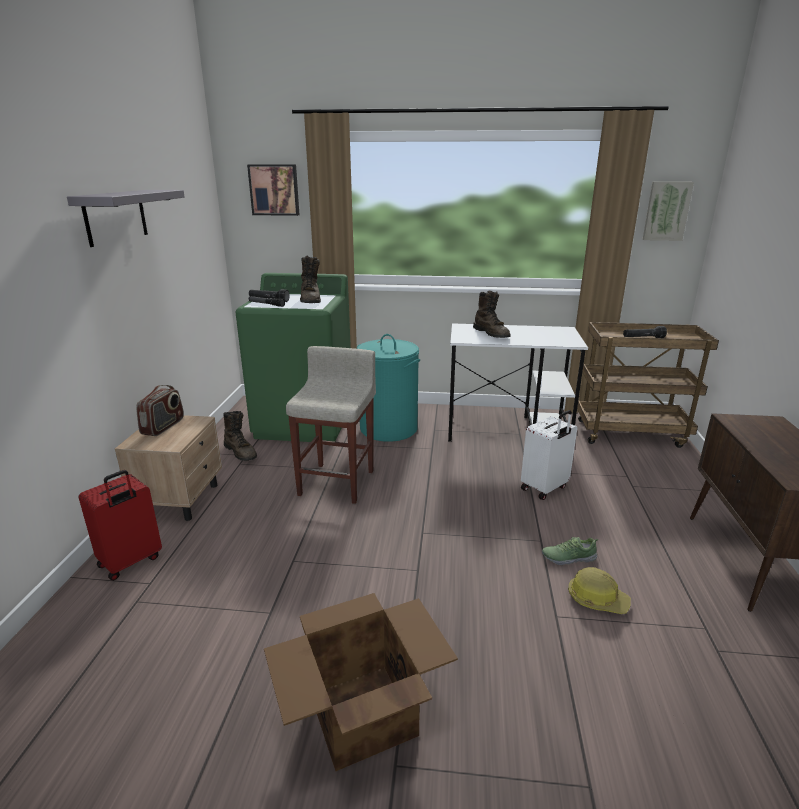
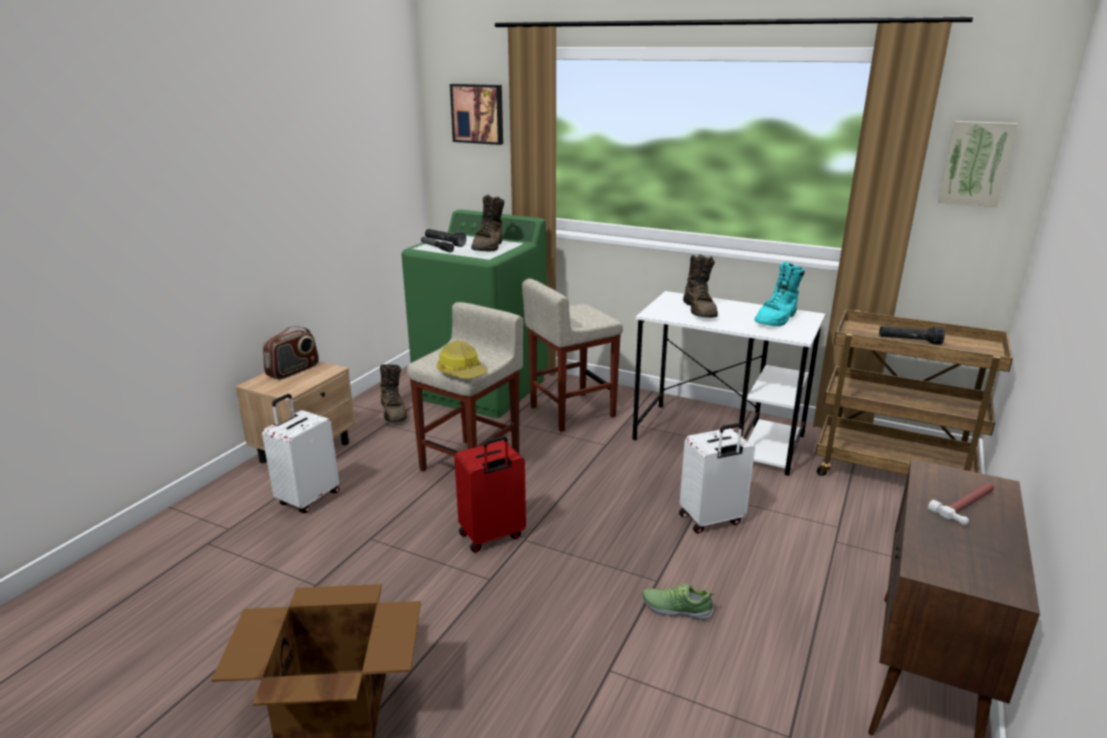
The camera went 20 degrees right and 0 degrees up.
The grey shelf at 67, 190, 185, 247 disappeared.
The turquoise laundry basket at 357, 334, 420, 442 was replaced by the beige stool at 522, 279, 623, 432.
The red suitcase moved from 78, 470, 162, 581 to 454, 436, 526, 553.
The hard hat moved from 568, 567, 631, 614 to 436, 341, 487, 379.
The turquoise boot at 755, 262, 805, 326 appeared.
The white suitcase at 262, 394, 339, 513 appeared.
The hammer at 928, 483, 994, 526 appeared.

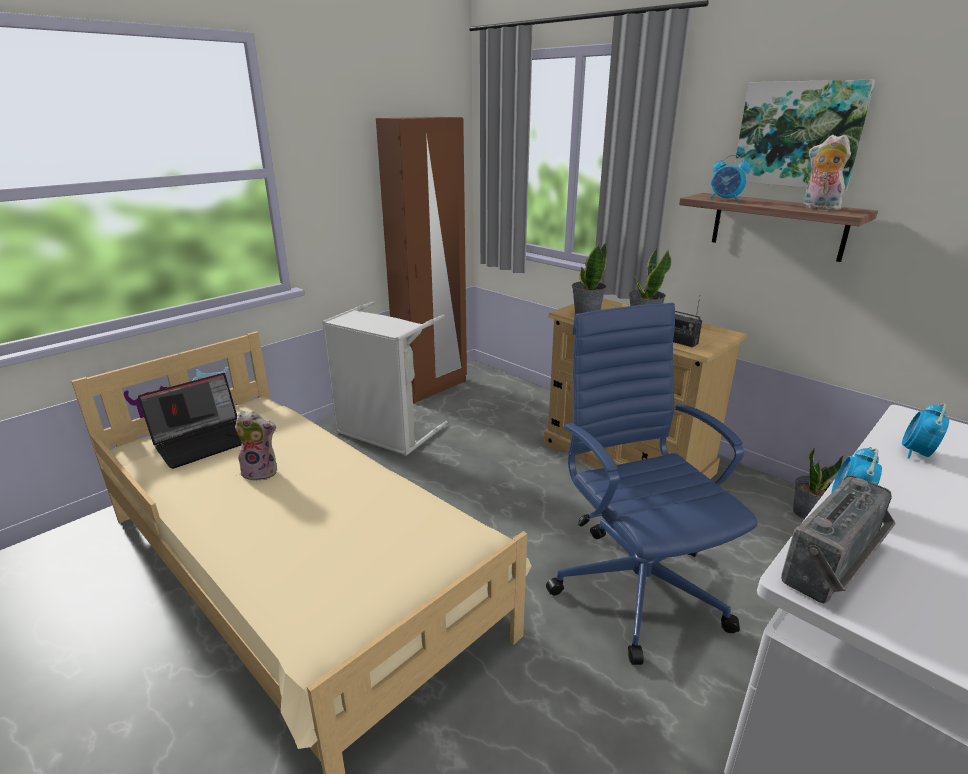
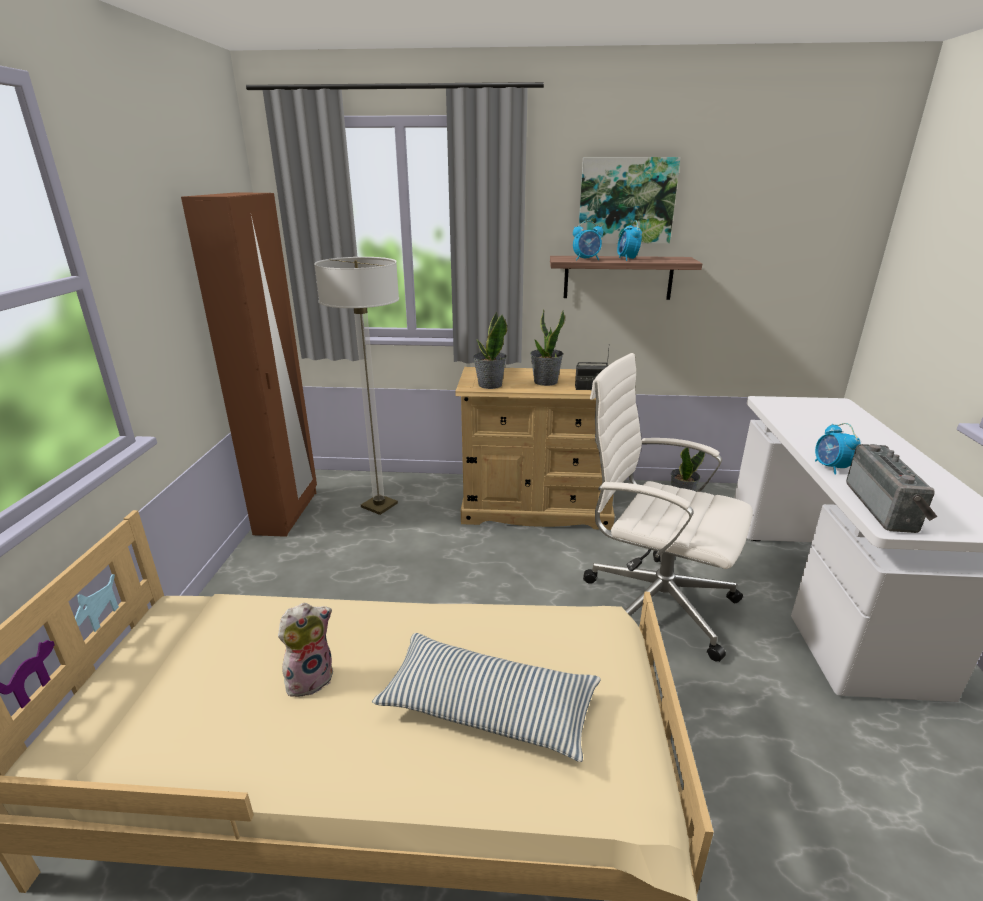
The camera went 40 degrees left and 0 degrees up.
The plush toy at 804, 135, 851, 210 disappeared.
The grey laundry basket at 322, 301, 448, 456 disappeared.
The blue office chair at 546, 303, 758, 665 became the white office chair at 583, 353, 753, 662.
The laptop at 138, 373, 242, 469 disappeared.
The alarm clock moved from 902, 404, 949, 459 to 617, 220, 642, 261.
The floor lamp at 314, 257, 399, 515 appeared.
The pillow at 372, 633, 601, 762 appeared.

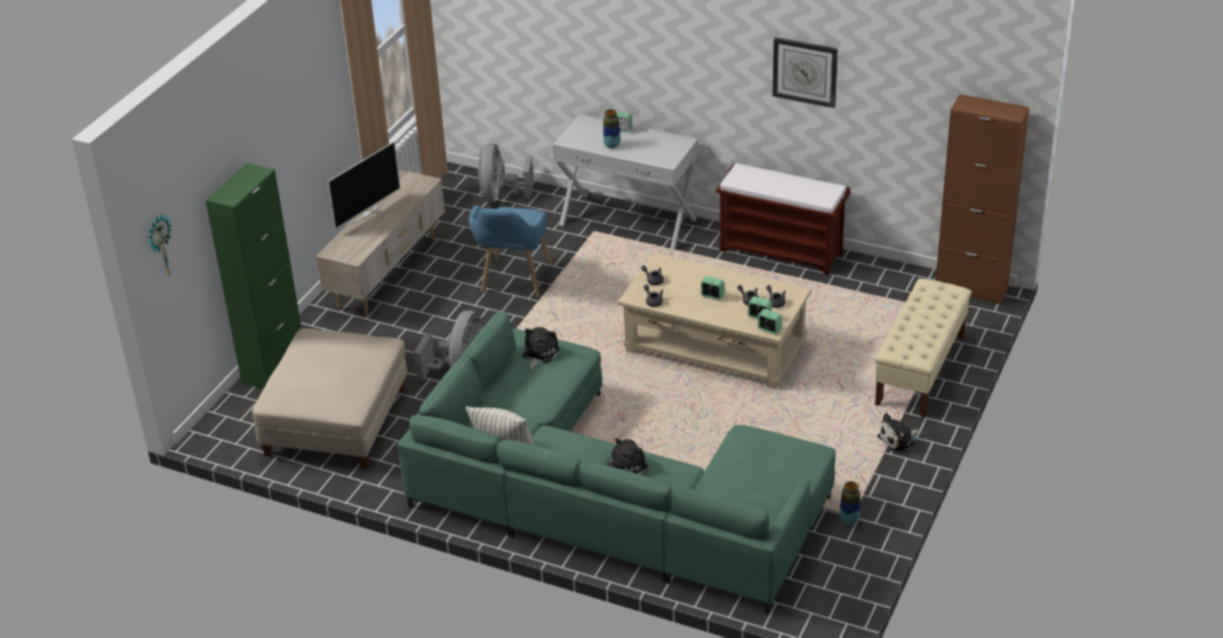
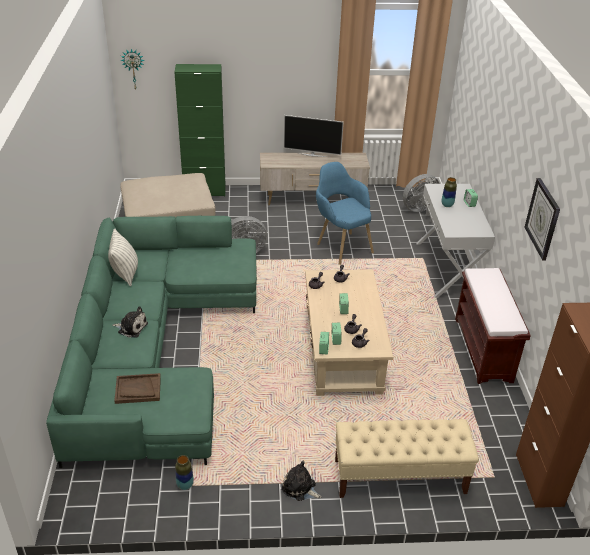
The camera went 60 degrees right and 0 degrees up.
The blue armchair at 469, 206, 552, 297 turned 75 degrees clockwise.
The plush toy at 522, 327, 559, 370 disappeared.
The brown tray at 114, 373, 161, 404 appeared.

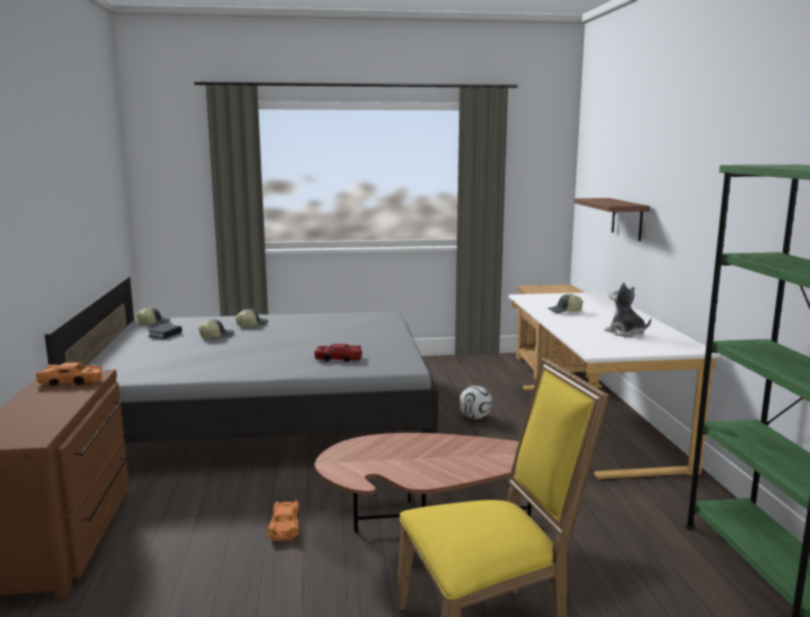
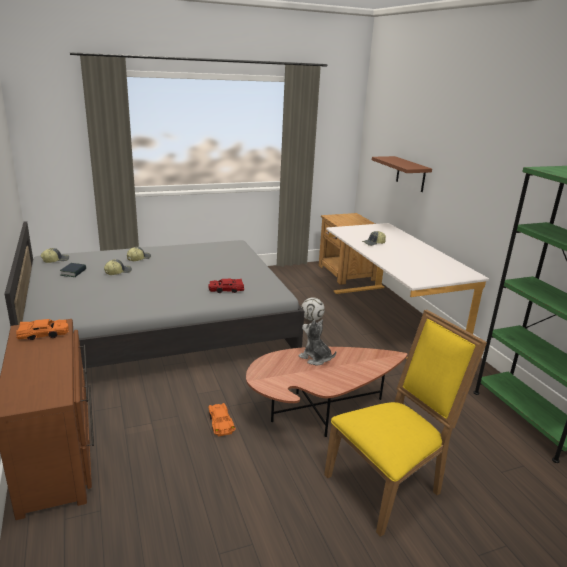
The camera went 15 degrees left and 10 degrees up.
The plush toy moved from 604, 282, 651, 337 to 298, 319, 336, 365.

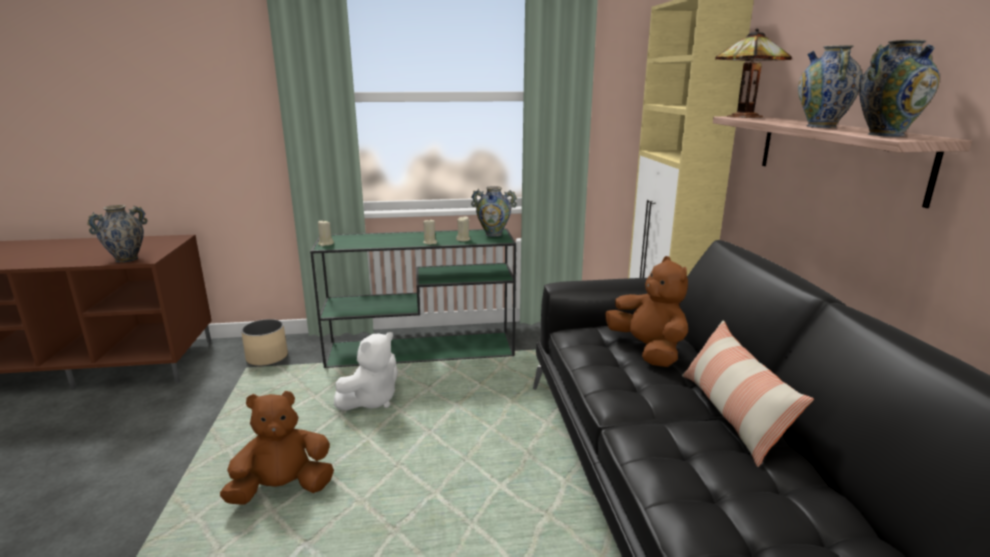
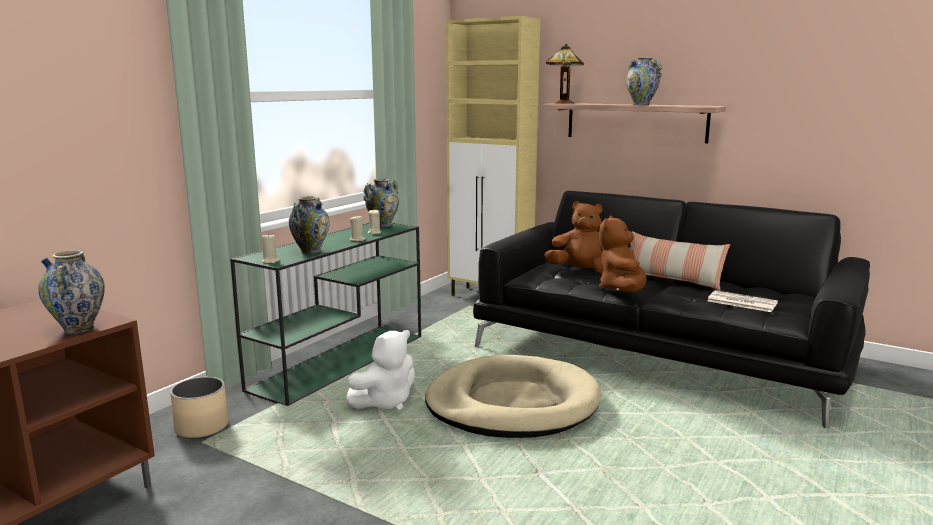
The camera went 50 degrees left and 5 degrees down.
The vase moved from 859, 40, 940, 137 to 289, 196, 330, 254.
The white plush toy at 334, 332, 398, 411 turned 60 degrees clockwise.
The brown plush toy moved from 220, 391, 334, 505 to 599, 216, 647, 292.
The newspaper at 707, 290, 778, 312 appeared.
The beige dog bed at 425, 355, 601, 438 appeared.

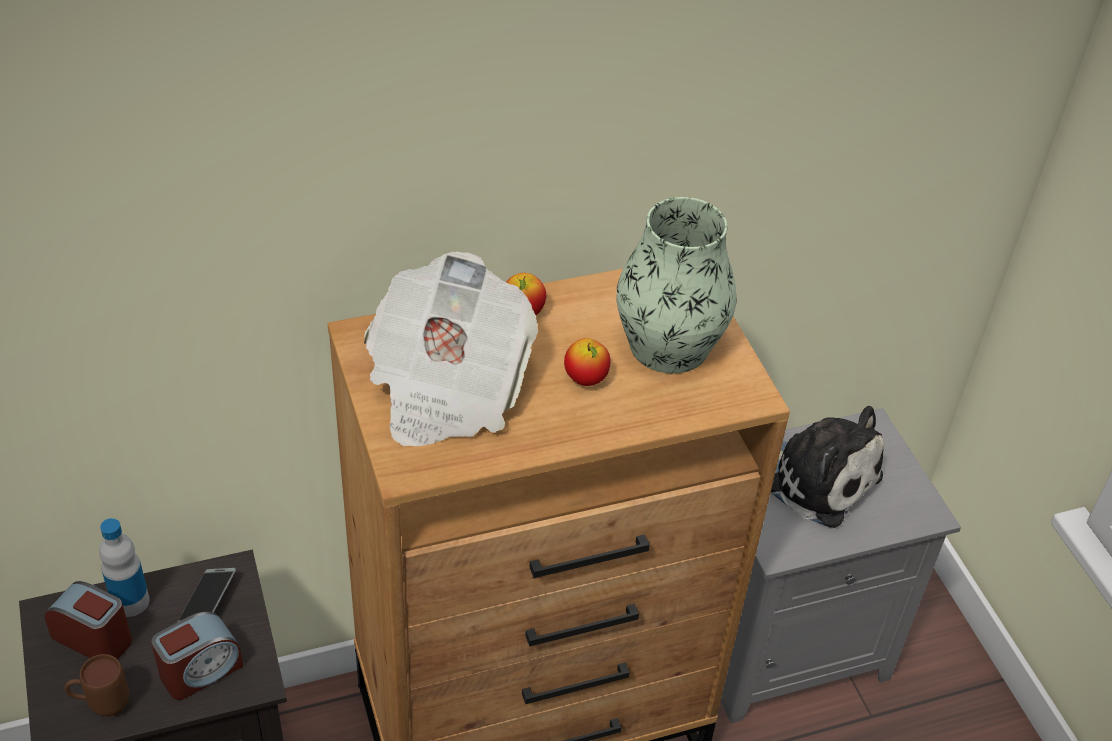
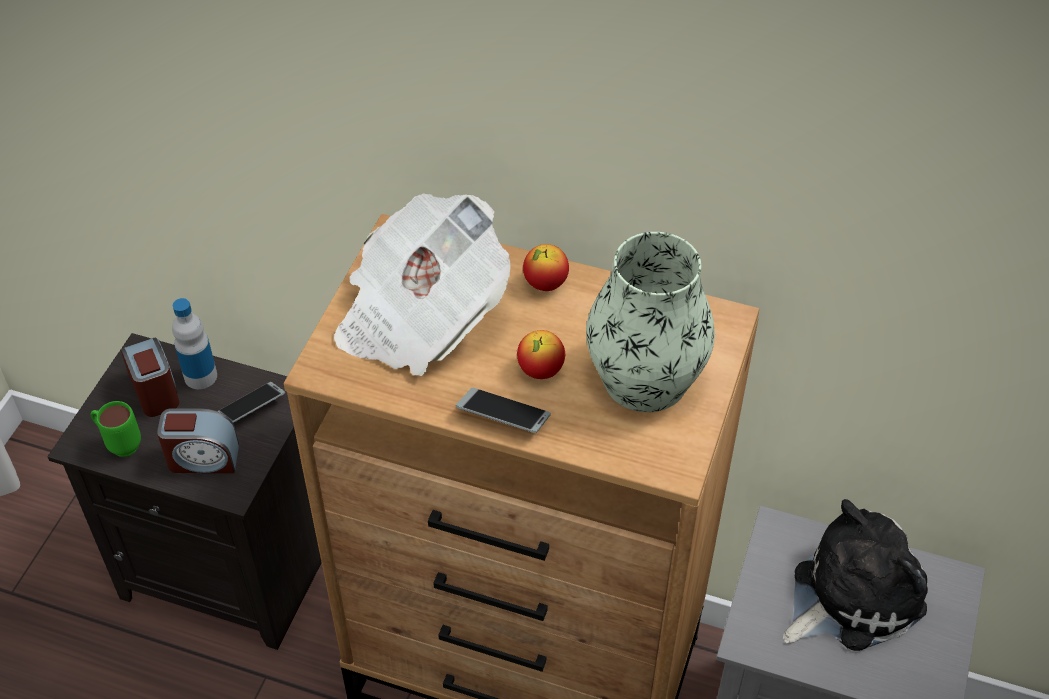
The camera went 40 degrees right and 5 degrees up.
The plush toy at 771, 406, 884, 528 turned 105 degrees counterclockwise.
The brown mug at 64, 654, 129, 717 became the green mug at 90, 401, 141, 457.
The phone at 456, 388, 551, 433 appeared.

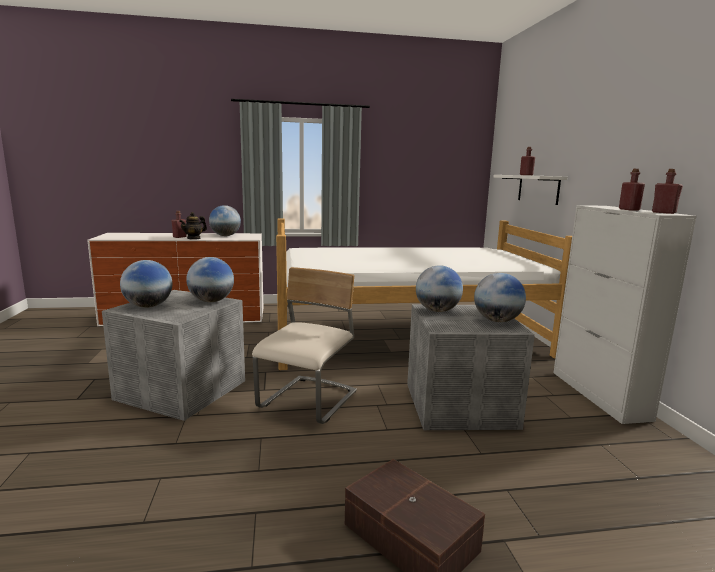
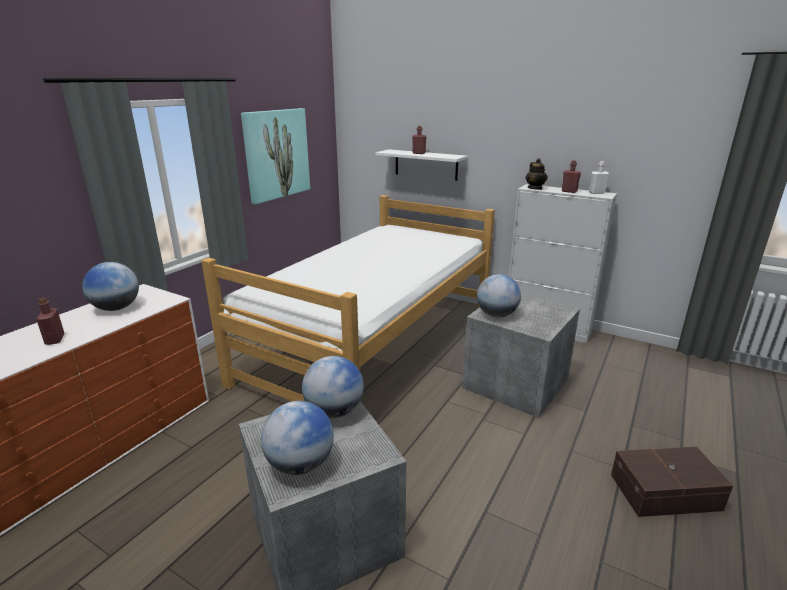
The camera went 50 degrees left and 10 degrees up.
The red bottle at 652, 169, 683, 214 became the white bottle at 589, 161, 609, 194.
The teapot moved from 179, 212, 207, 240 to 526, 158, 548, 190.
The beige chair at 252, 267, 357, 424 disappeared.
The globe at 474, 273, 526, 322 disappeared.
The picture at 241, 108, 310, 204 appeared.

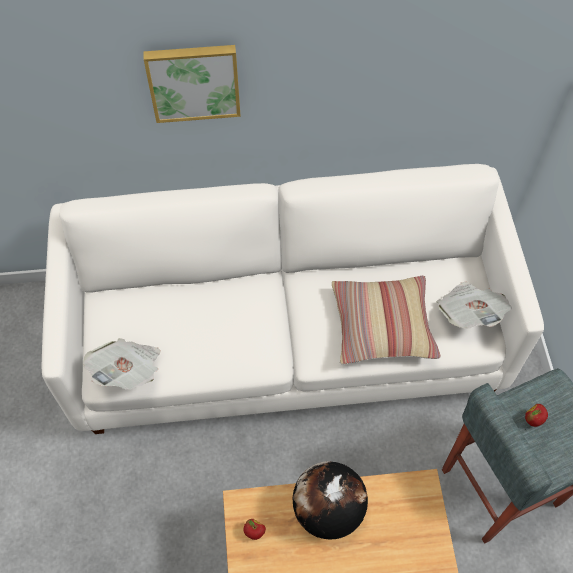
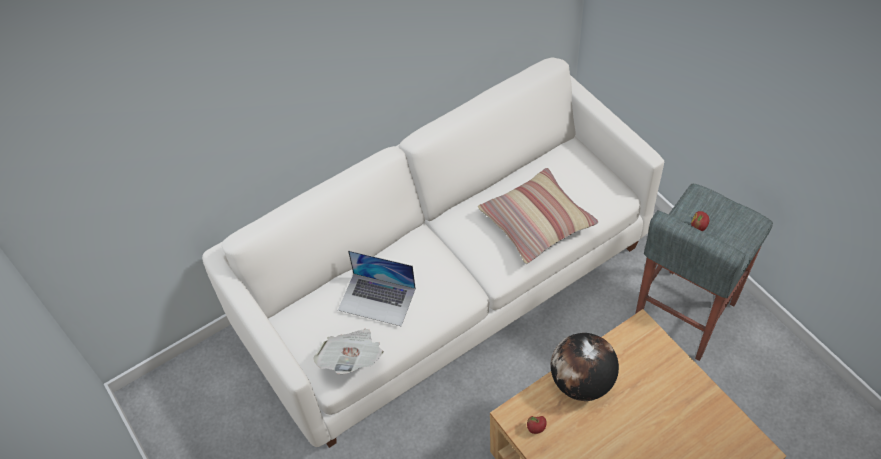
The camera went 25 degrees left and 5 degrees down.
The picture at 143, 45, 241, 123 disappeared.
The newspaper at 436, 282, 512, 329 disappeared.
The laptop at 338, 250, 416, 326 appeared.

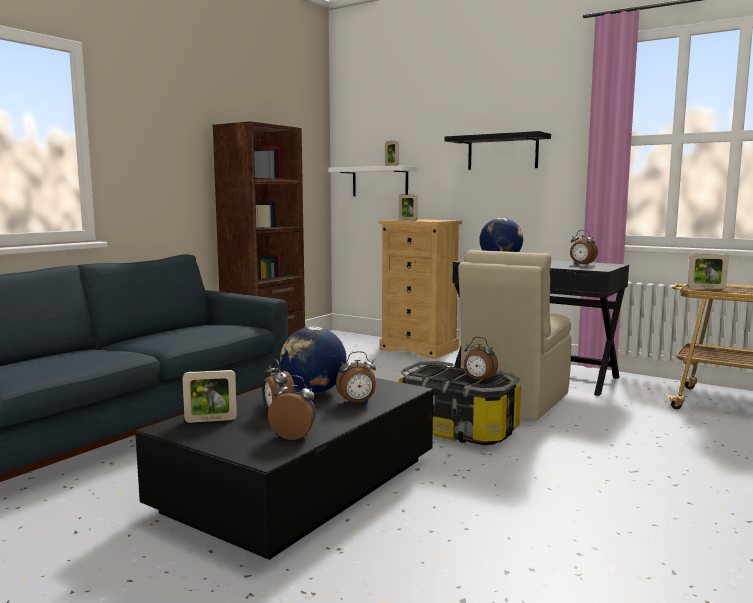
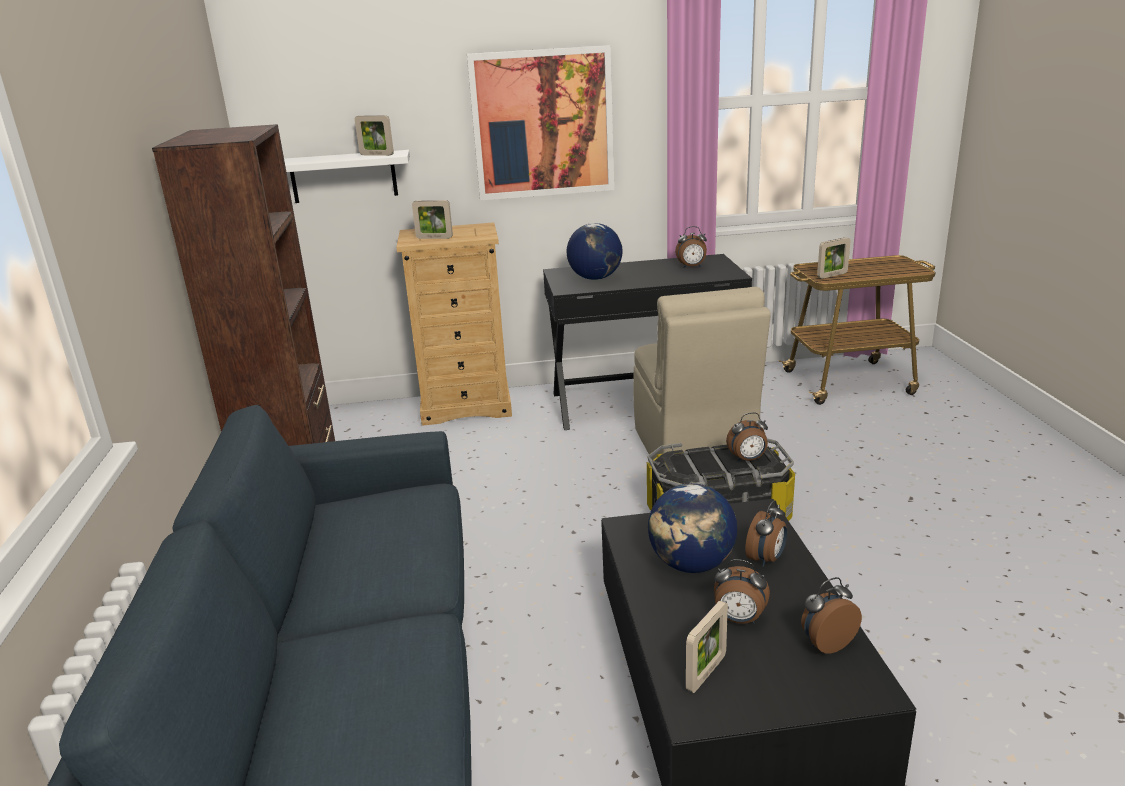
The camera went 40 degrees left and 15 degrees up.
The black shelf at 444, 131, 551, 170 was replaced by the picture at 467, 45, 614, 200.

